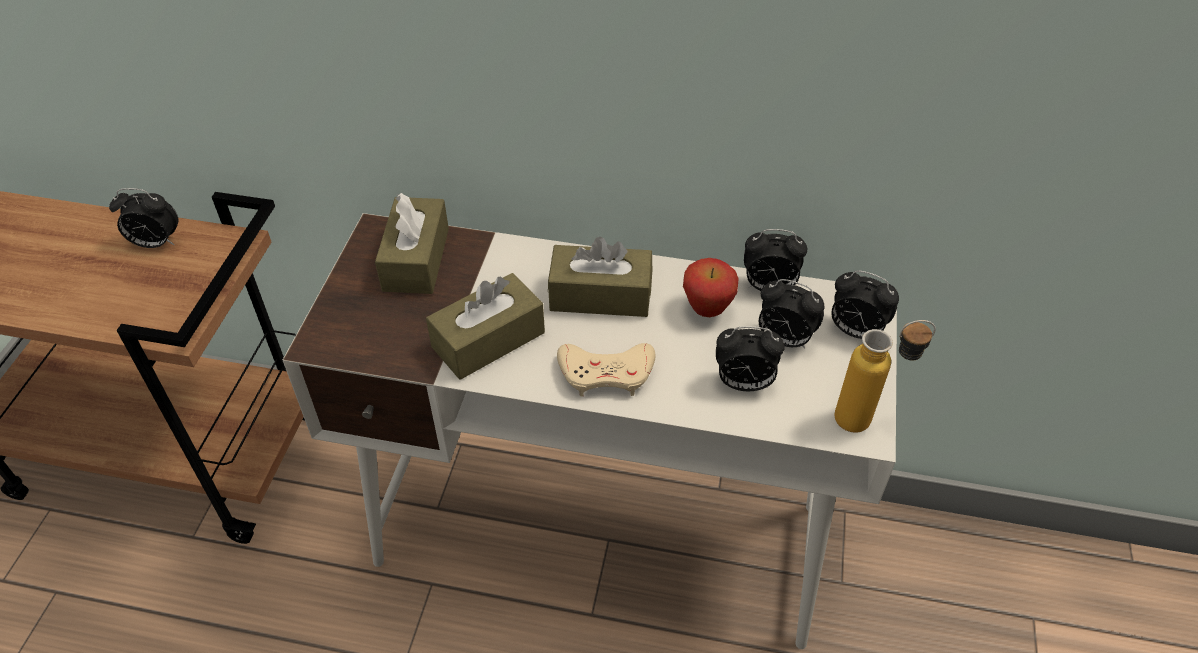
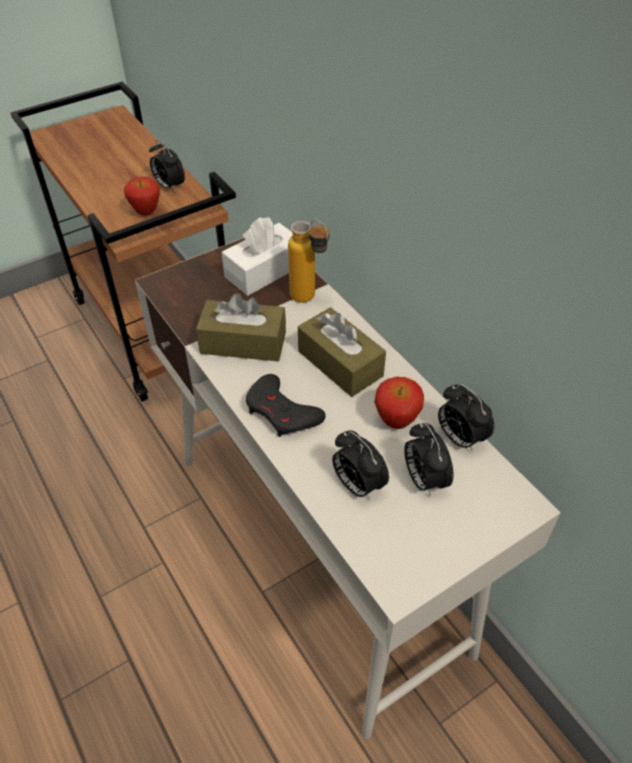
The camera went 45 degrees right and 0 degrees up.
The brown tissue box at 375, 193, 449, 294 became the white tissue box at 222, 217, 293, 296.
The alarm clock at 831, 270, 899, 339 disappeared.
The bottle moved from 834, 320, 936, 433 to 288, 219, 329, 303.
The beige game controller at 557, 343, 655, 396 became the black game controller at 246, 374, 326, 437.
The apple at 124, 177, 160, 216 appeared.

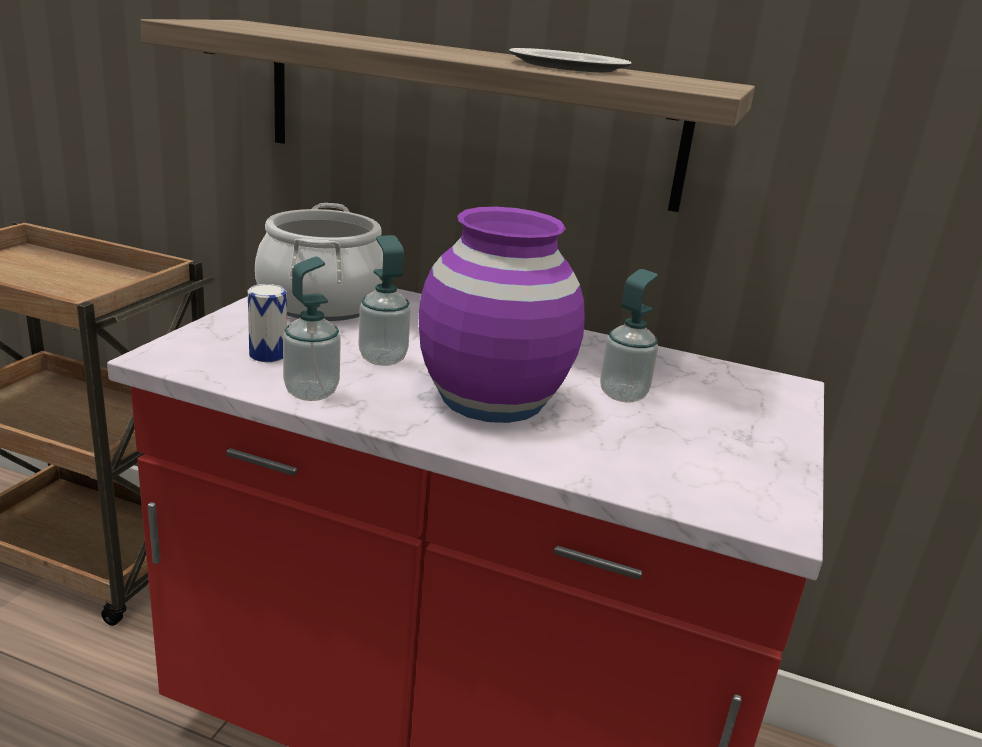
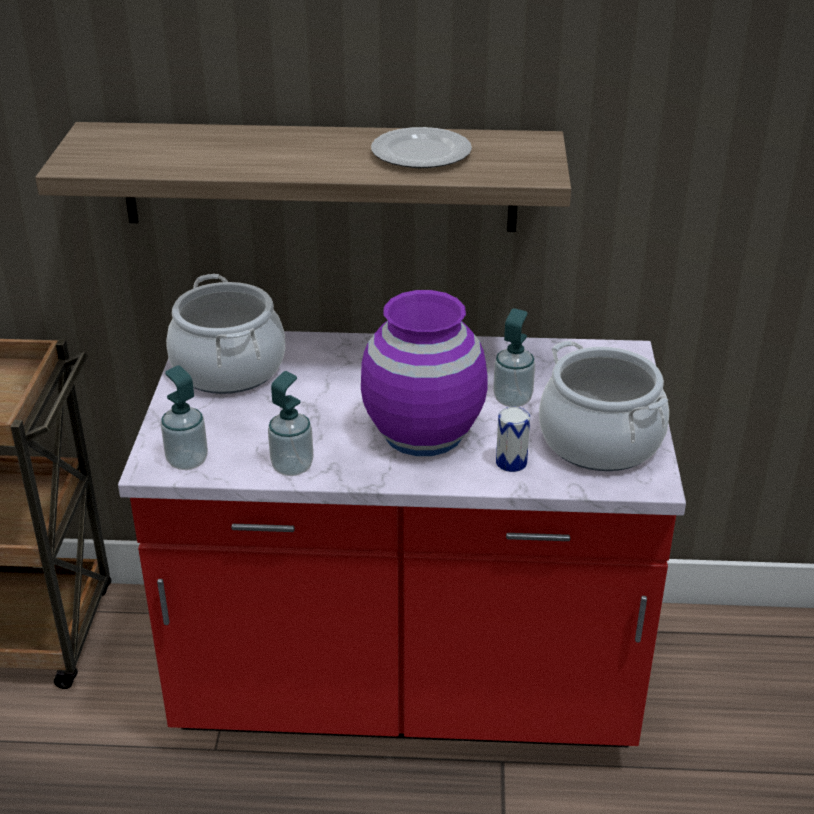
The camera went 15 degrees left and 10 degrees up.
The soap dispenser moved from 358, 235, 411, 366 to 161, 365, 208, 470.
The can moved from 248, 284, 287, 362 to 496, 407, 530, 472.
The cooking pot at 539, 340, 669, 471 appeared.

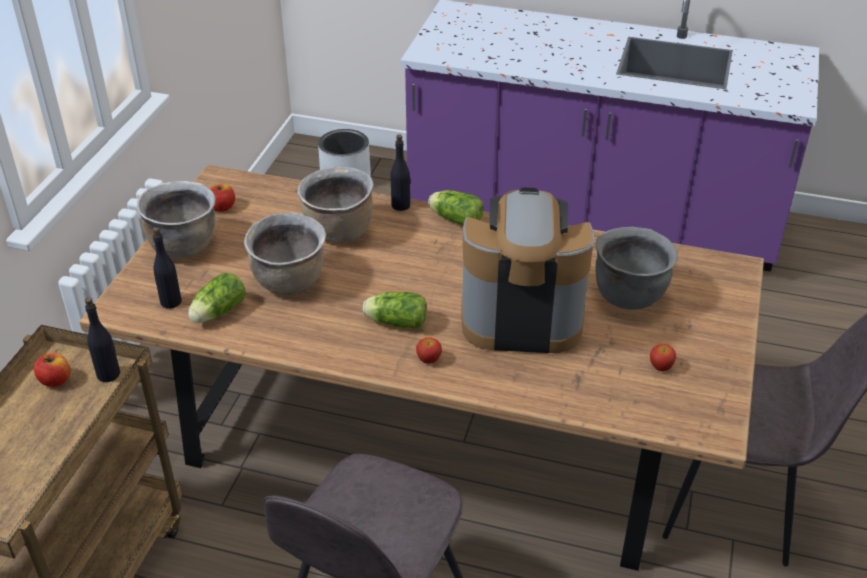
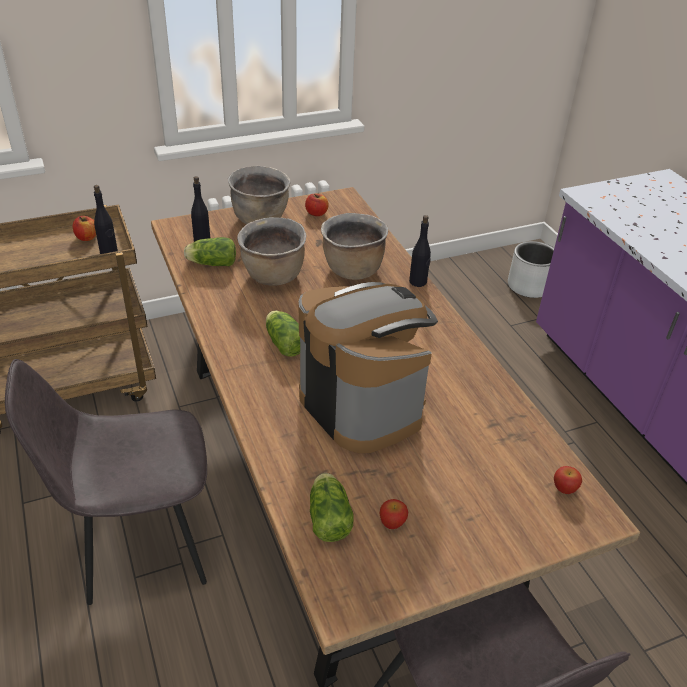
The camera went 50 degrees right and 0 degrees up.
The lettuce moved from 428, 190, 483, 225 to 310, 473, 354, 542.
The grey cooking pot at 595, 227, 678, 310 disappeared.
The apple moved from 416, 337, 442, 364 to 554, 466, 582, 494.

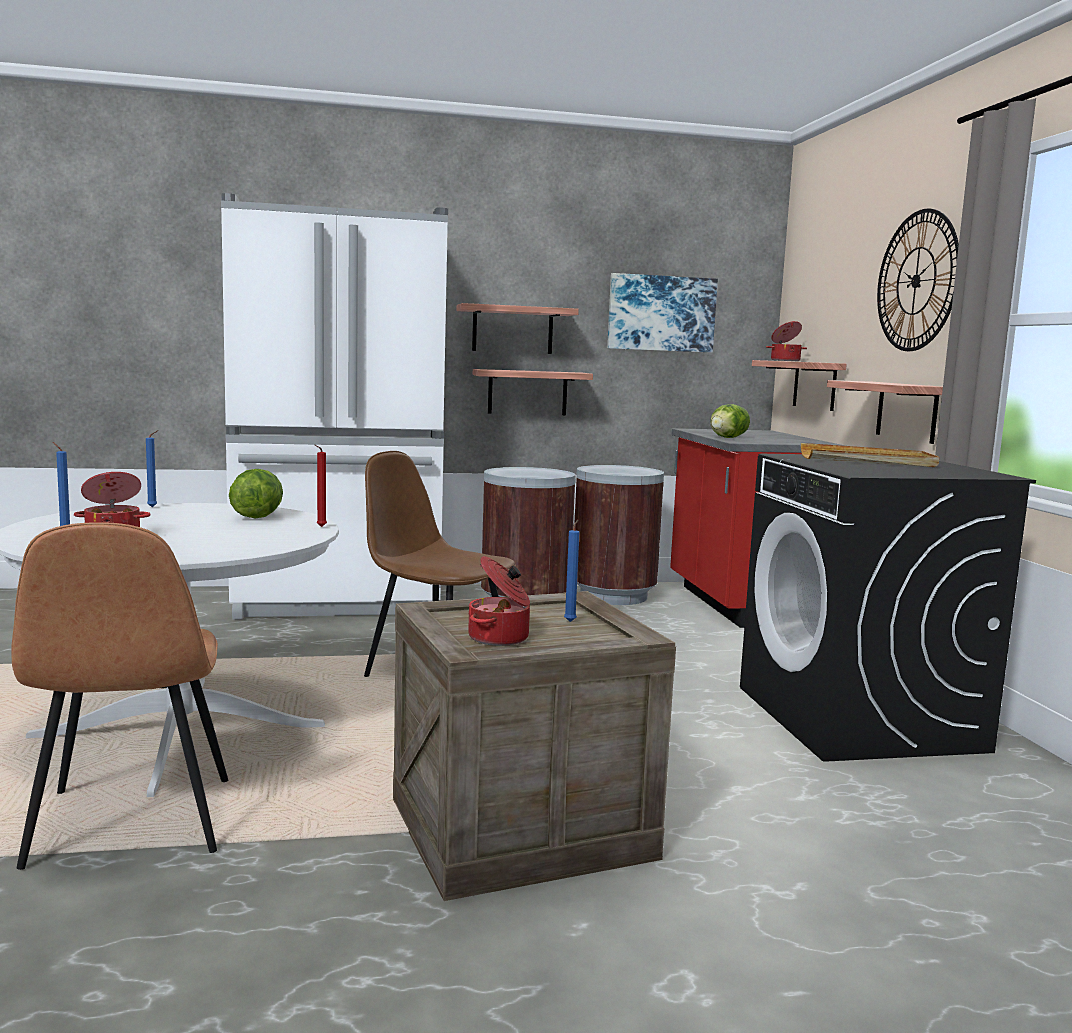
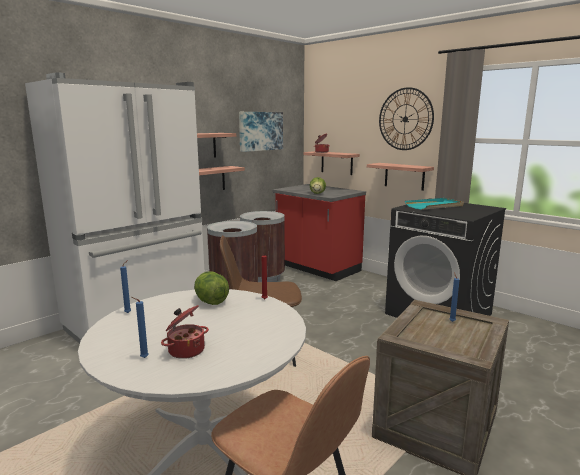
The camera went 35 degrees left and 5 degrees up.
The beige tray at 801, 443, 939, 467 became the turquoise tray at 405, 198, 464, 210.
The cooking pot at 468, 556, 530, 646 disappeared.

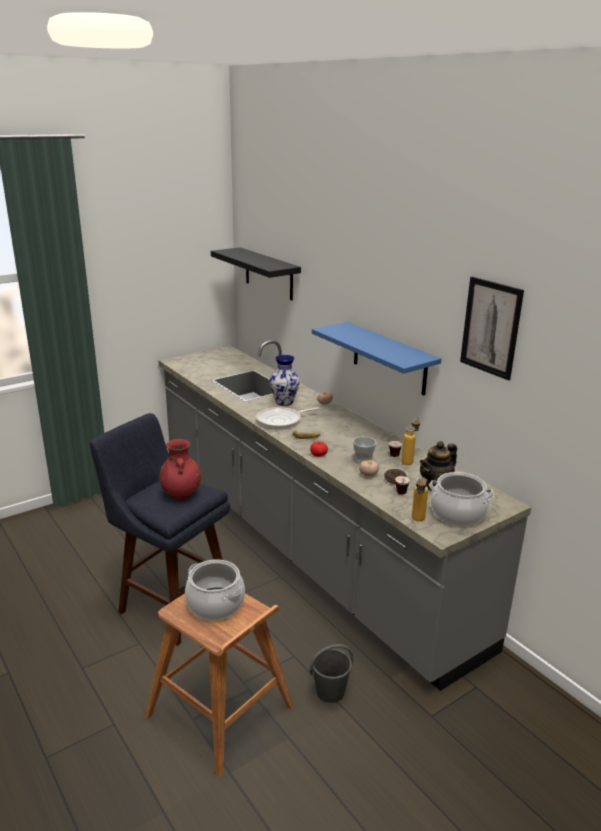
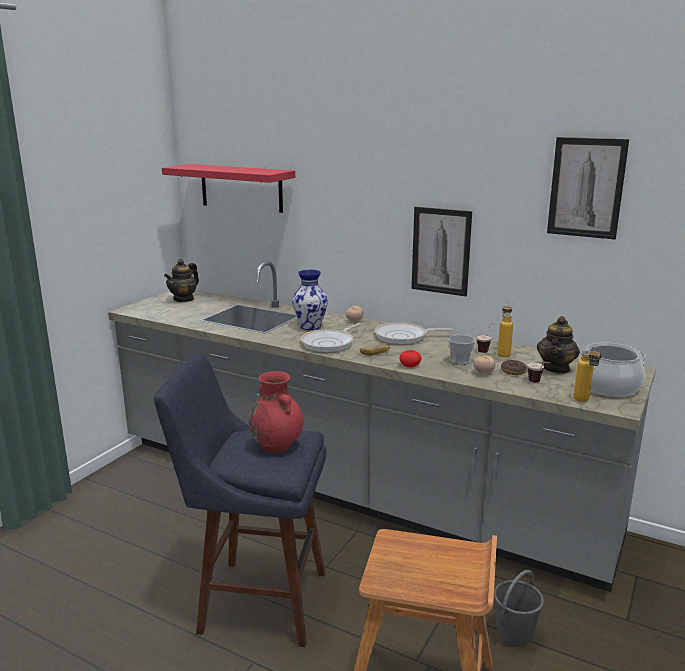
The camera went 25 degrees left and 5 degrees down.
The black shelf at 211, 247, 301, 301 became the red shelf at 162, 164, 295, 213.
The blue shelf at 312, 322, 441, 395 was replaced by the picture at 411, 207, 472, 296.
The cooking pot at 185, 559, 245, 620 disappeared.
The teapot at 164, 259, 199, 302 appeared.
The frying pan at 375, 322, 453, 344 appeared.

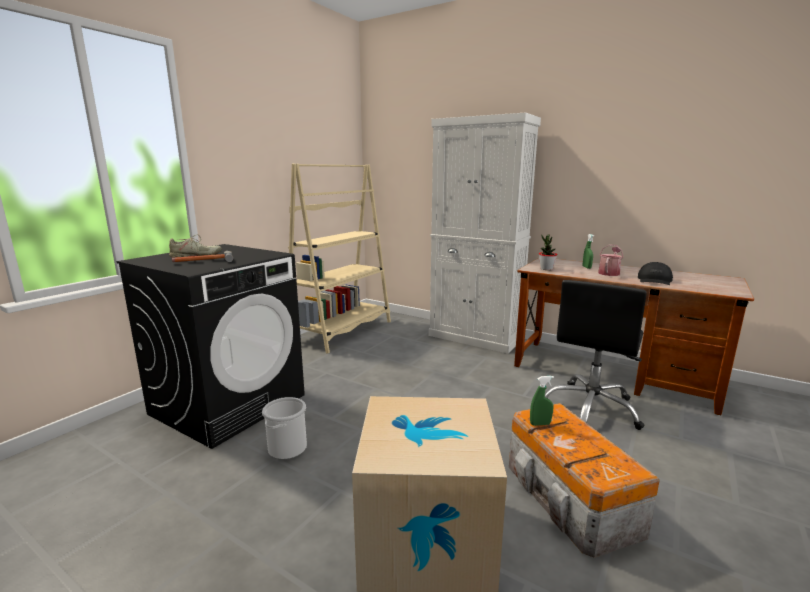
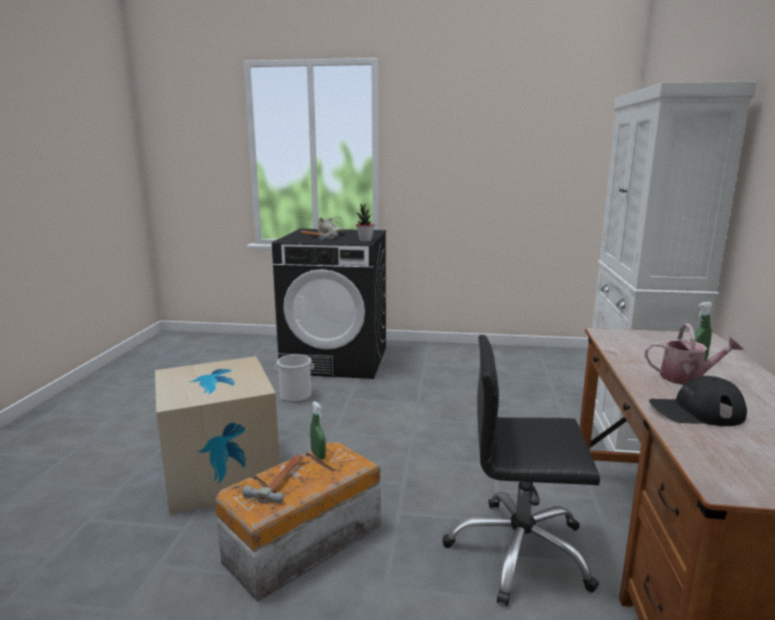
The camera went 65 degrees right and 0 degrees up.
The beige bookcase at 288, 164, 391, 353 disappeared.
The potted plant moved from 539, 235, 557, 270 to 356, 204, 375, 242.
The hammer at 243, 454, 303, 504 appeared.

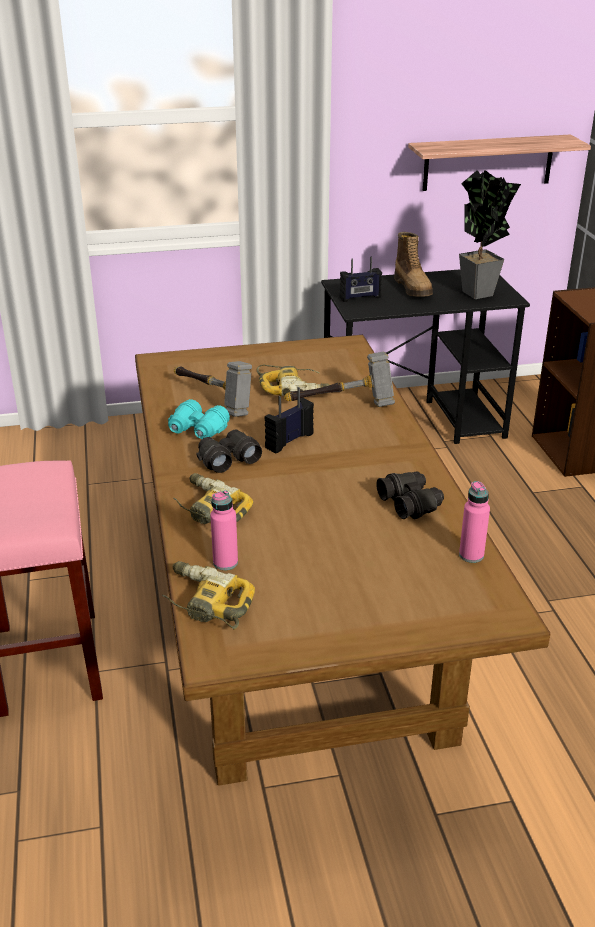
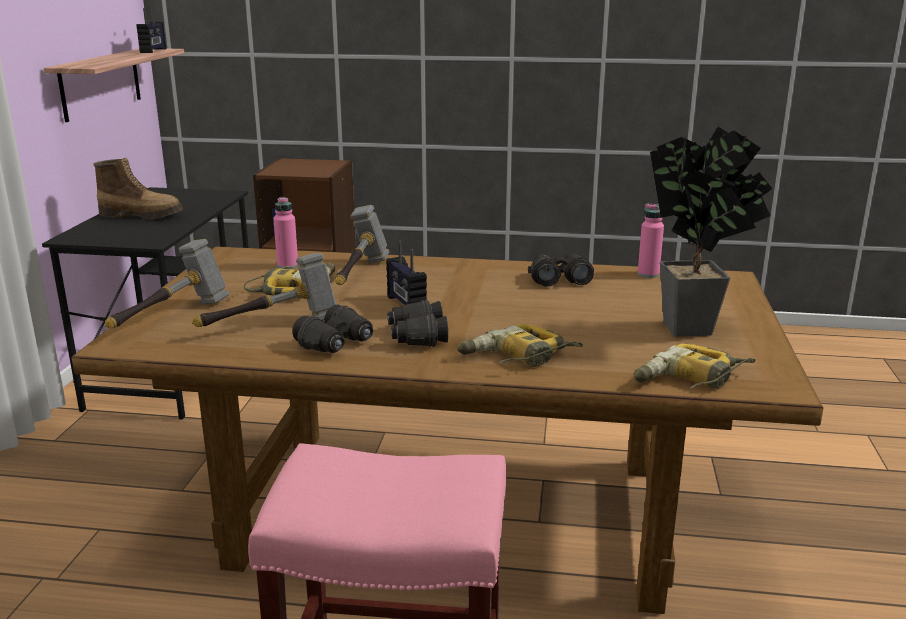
The camera went 70 degrees left and 10 degrees down.
The potted plant moved from 459, 170, 521, 299 to 650, 127, 773, 337.
The radio moved from 340, 257, 382, 302 to 136, 7, 166, 53.
The turquoise binoculars at 168, 399, 230, 439 became the black binoculars at 292, 305, 373, 353.
The pink bottle moved from 210, 490, 238, 570 to 273, 197, 298, 269.
The hammer at 105, 239, 229, 329 appeared.

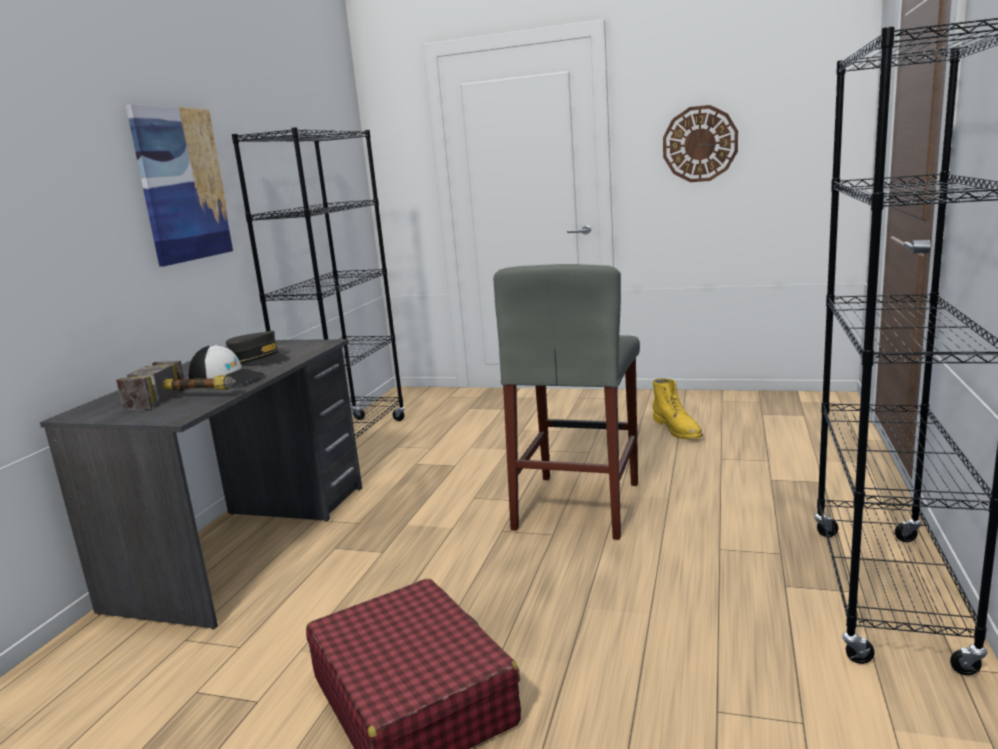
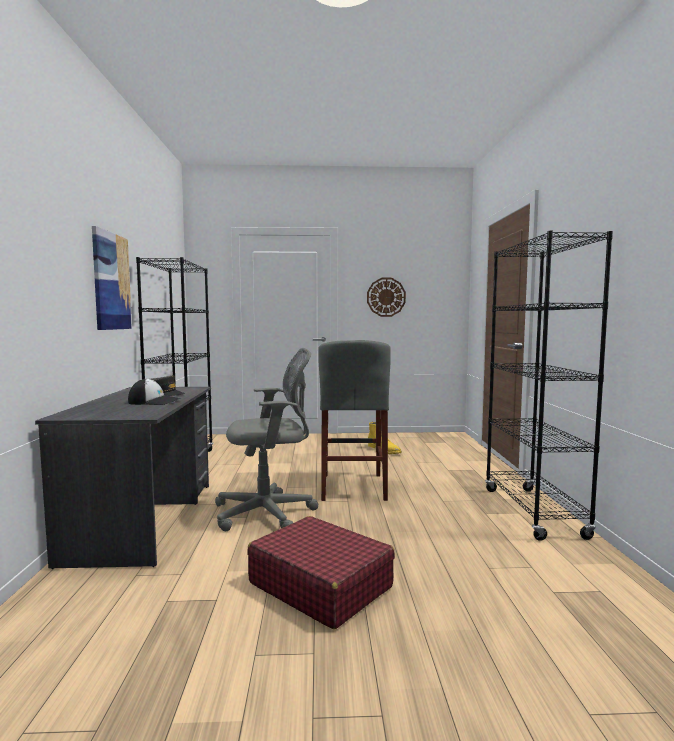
The camera went 20 degrees left and 10 degrees down.
The hammer at 116, 361, 236, 410 disappeared.
The grey office chair at 215, 348, 318, 531 appeared.

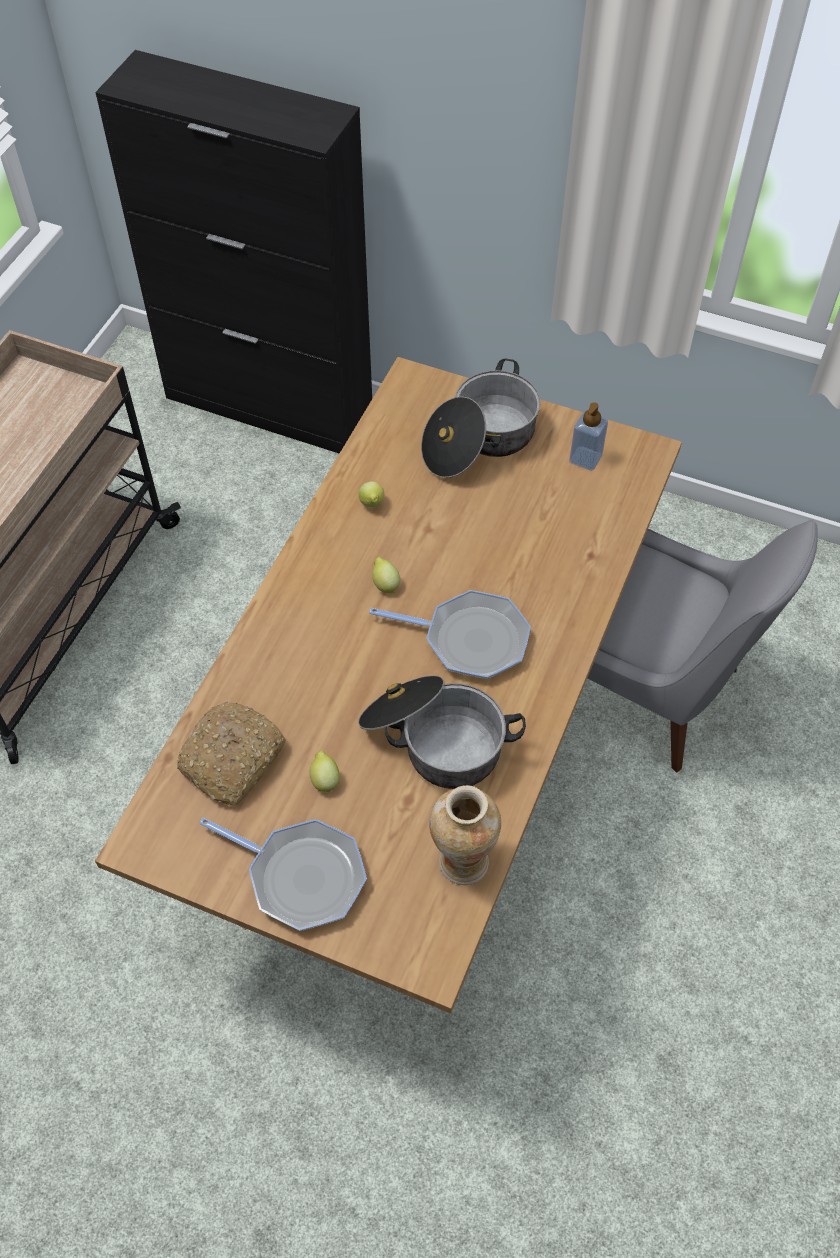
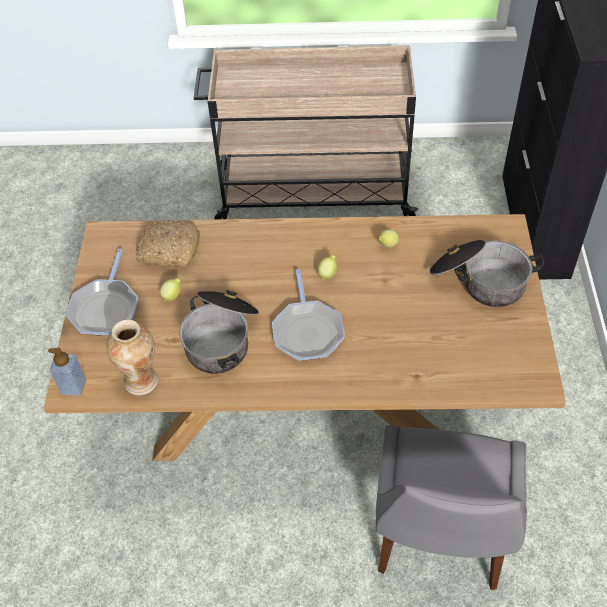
The camera went 70 degrees right and 5 degrees down.
The soap dispenser moved from 569, 402, 608, 471 to 48, 348, 86, 396.

